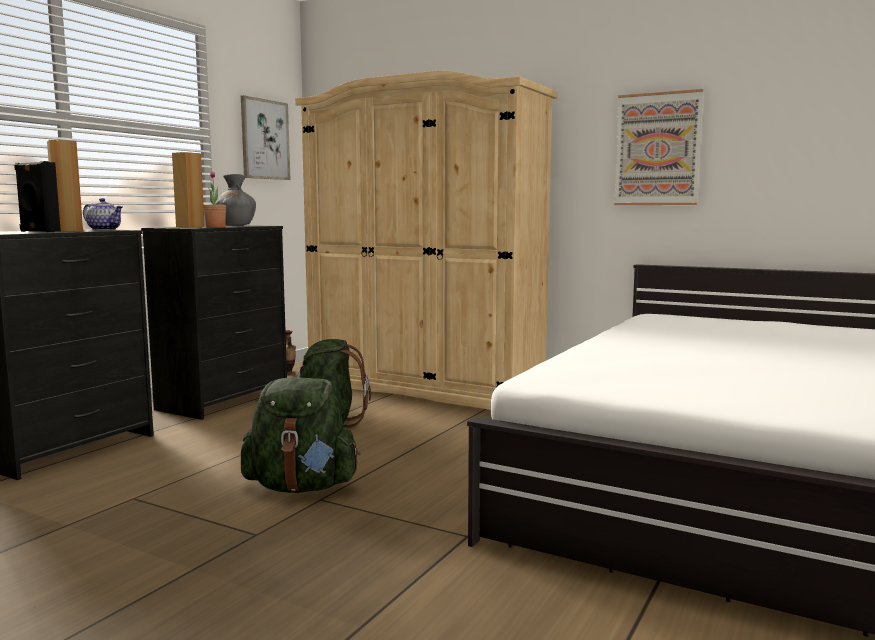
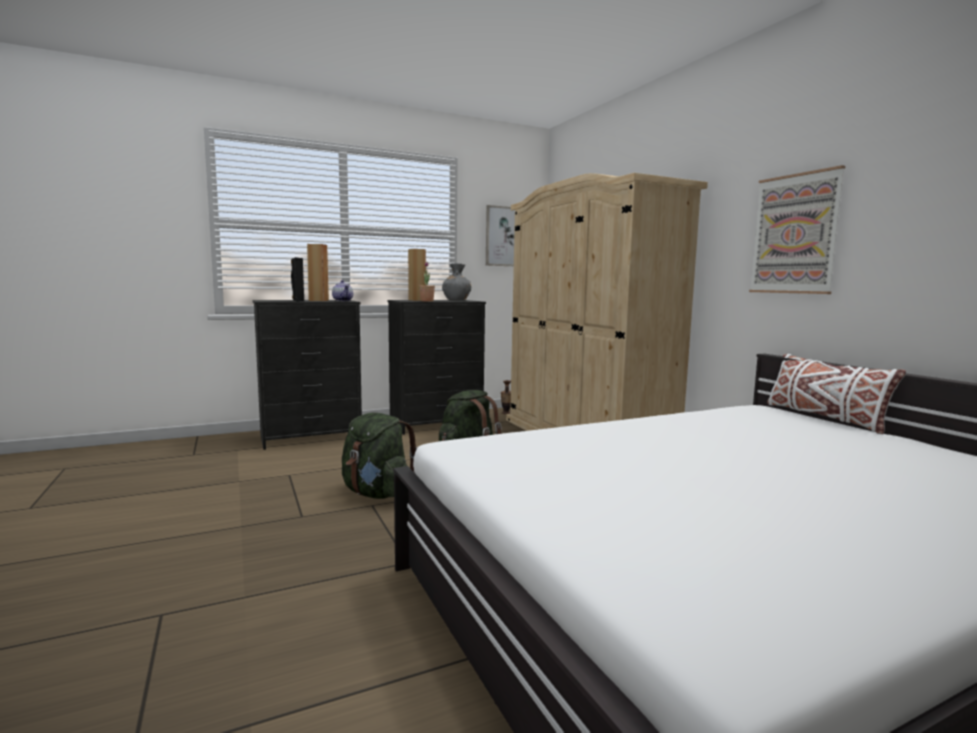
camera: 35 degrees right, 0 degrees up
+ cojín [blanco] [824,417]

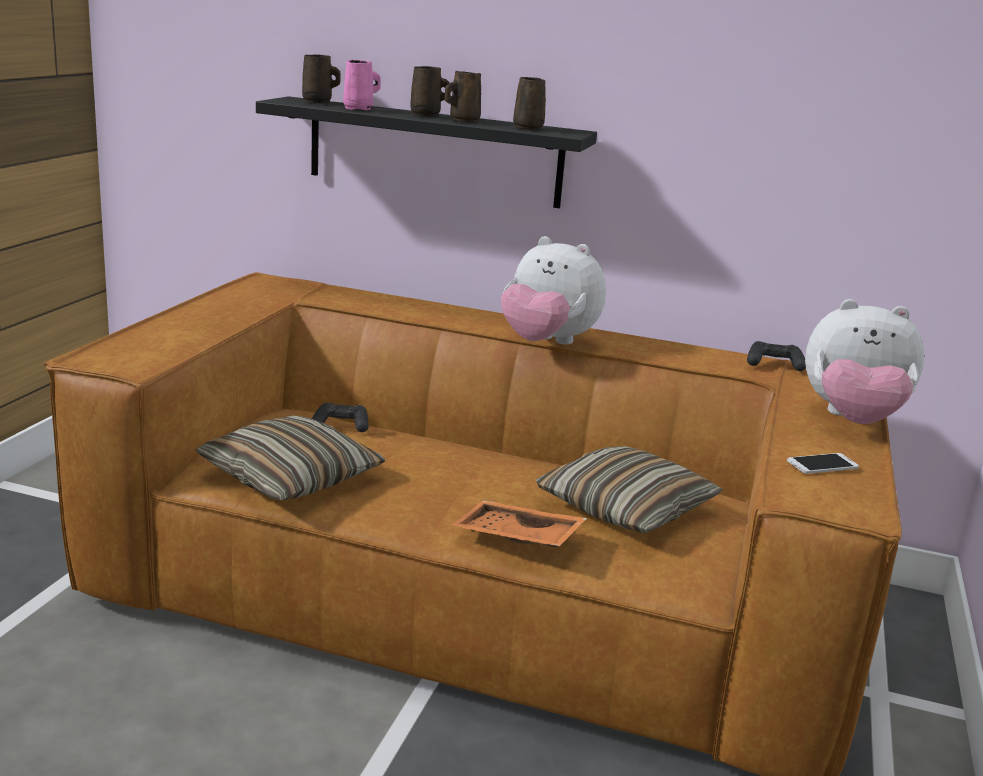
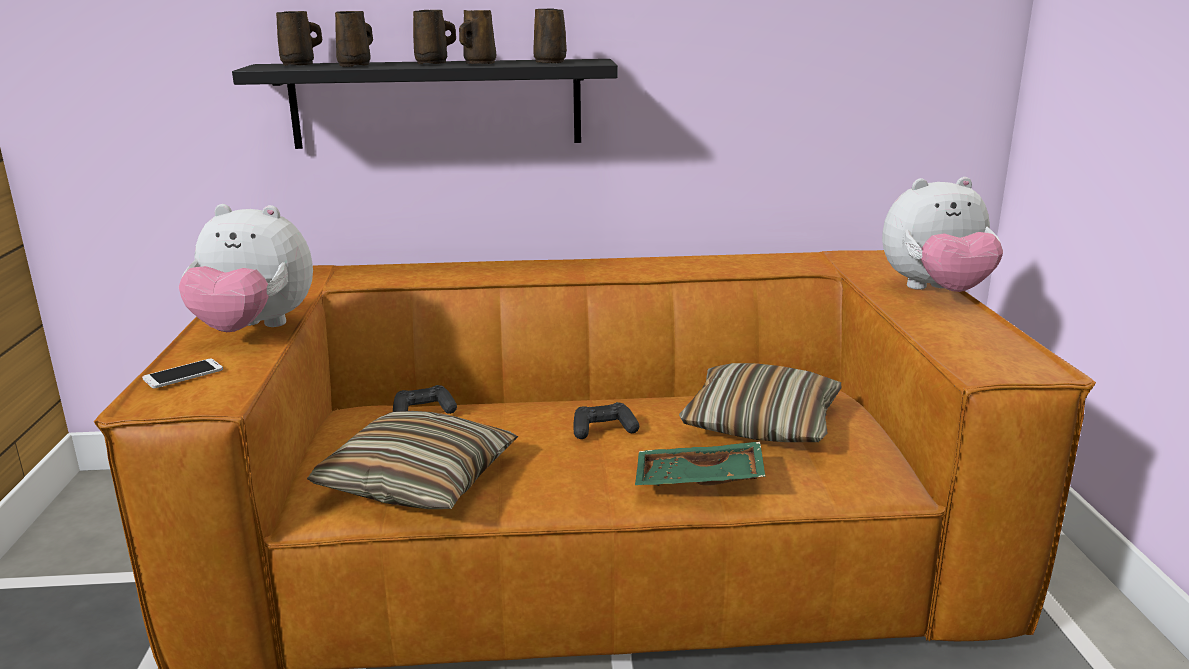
camera: 20 degrees left, 0 degrees up
~ taza grande [rosa] [359,109] to taza grande [marrón] [356,65]
~ peluche [547,343] to [254,329]
~ mando de consola [negro] [774,364] to [603,430]
~ móvil [822,464] to [183,374]
~ bandeja [naranja] [516,539] to bandeja [verde] [698,481]

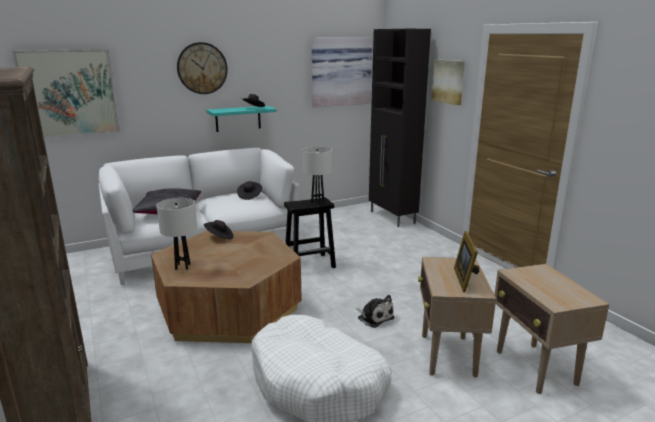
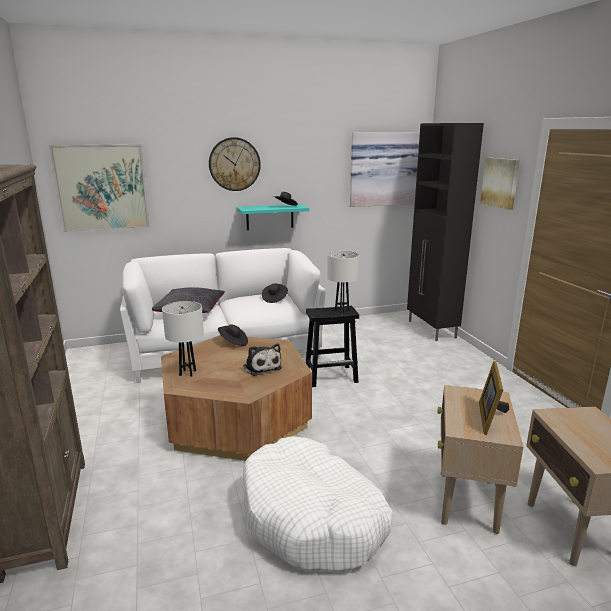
camera: 10 degrees right, 0 degrees up
~ peluche [374,317] to [261,367]

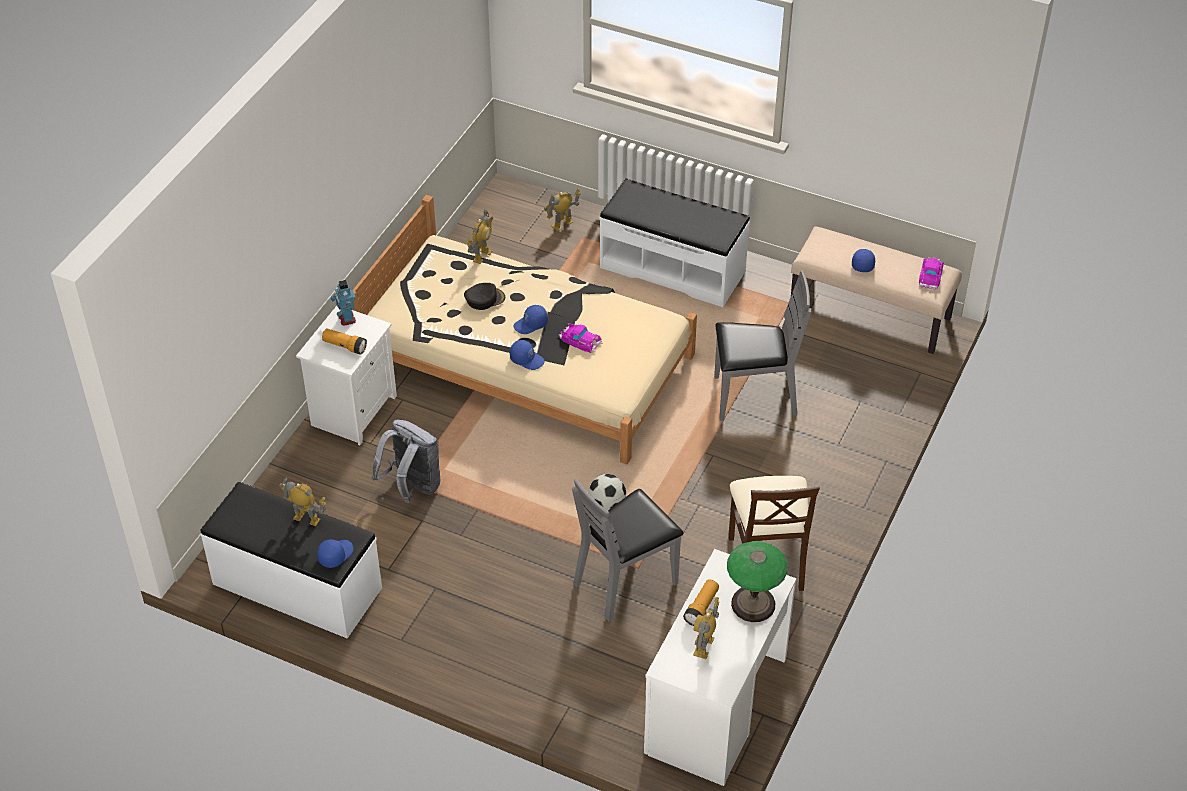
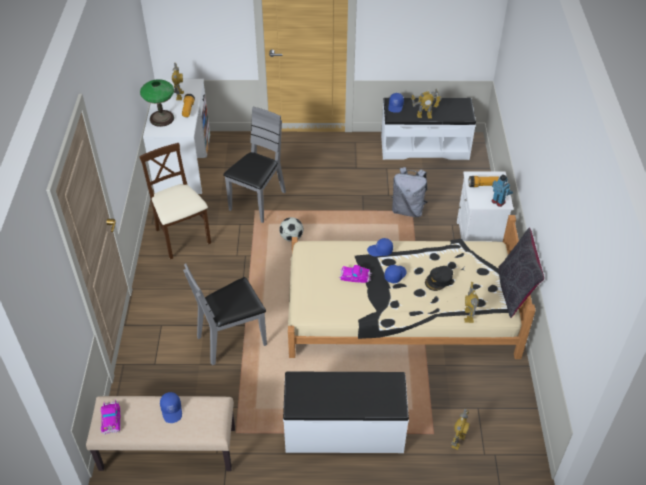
camera: 155 degrees right, 0 degrees up
+ cojín [negro] [514,291]

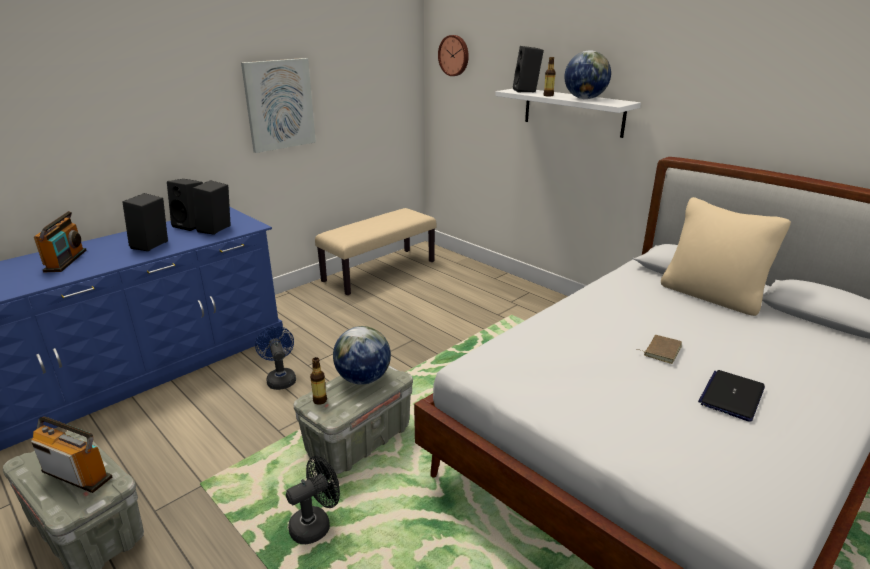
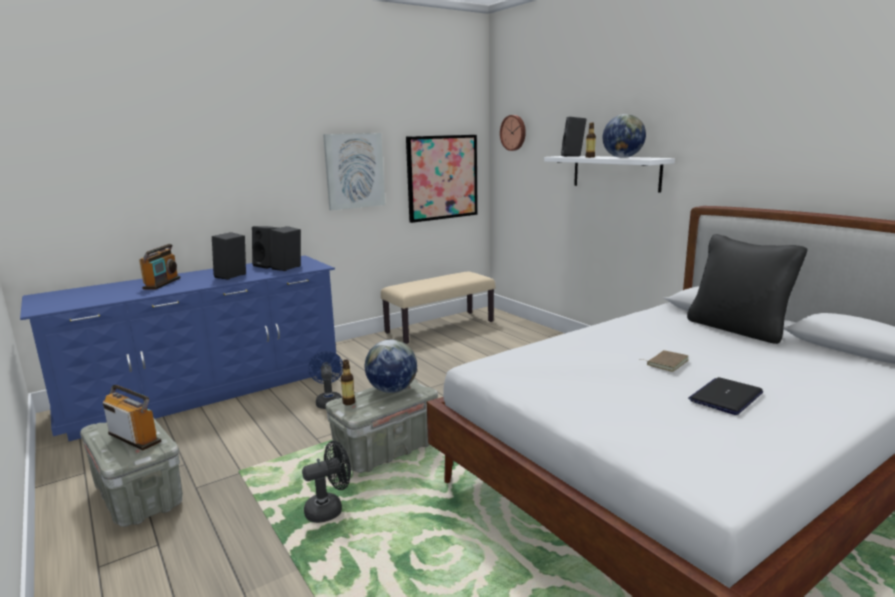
camera: 10 degrees right, 10 degrees down
~ cojín [beis] [711,296] to cojín [negro] [737,329]
+ cuadro [442,177]

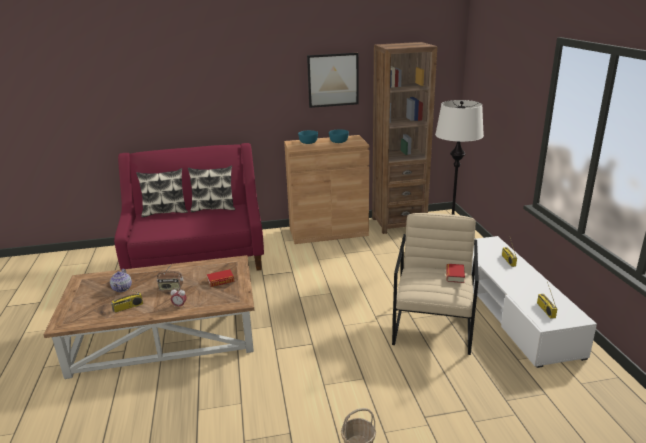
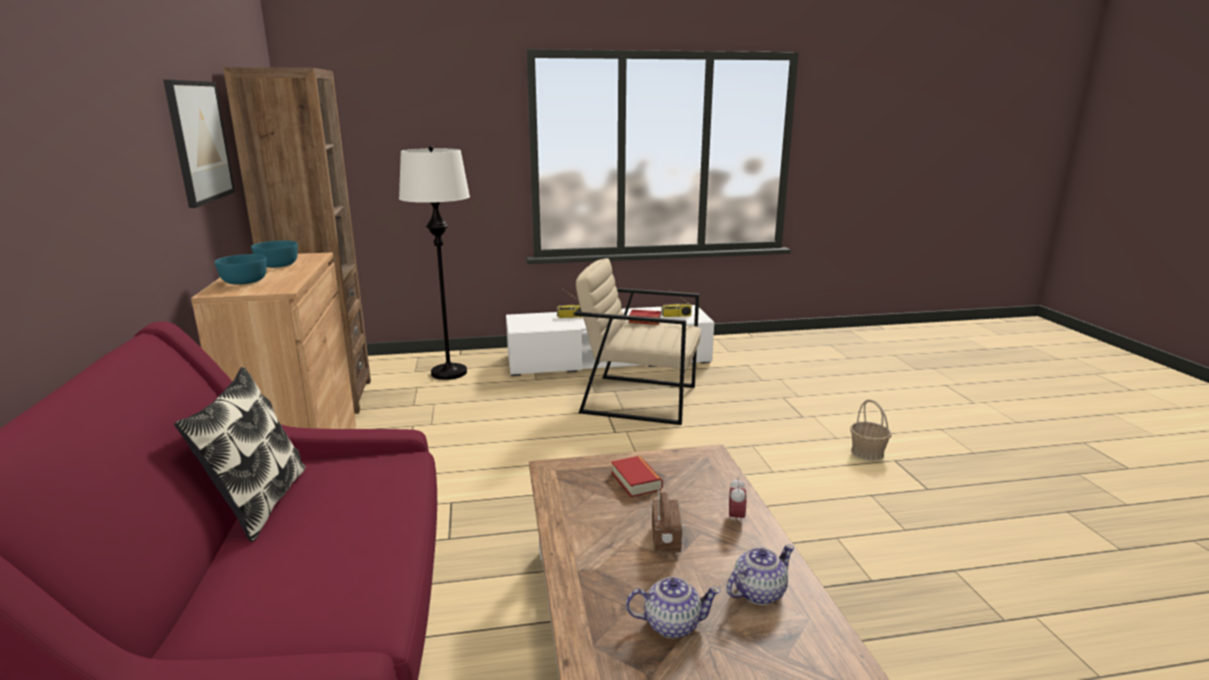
camera: 90 degrees left, 5 degrees down
- cojín [165,212]
~ radio [128,307] to tetera [758,592]

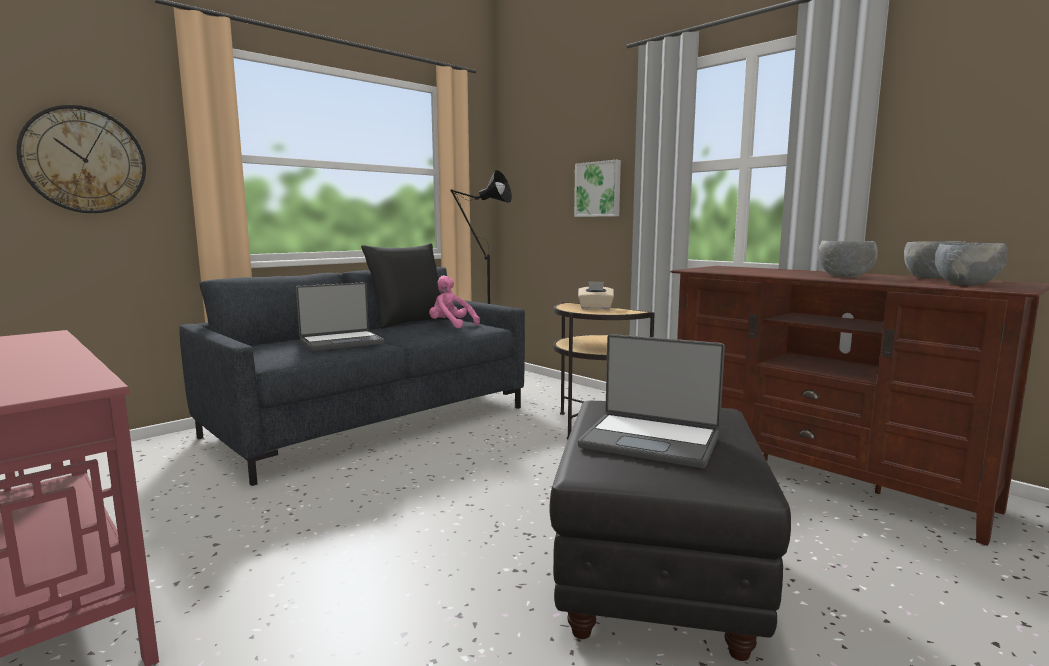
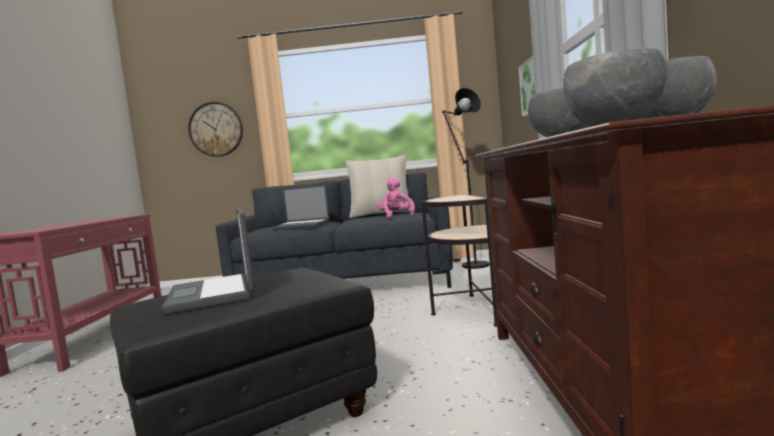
camera: 45 degrees right, 5 degrees down
~ cojín [negro] [409,322] to cojín [beis] [381,214]
- caja de pañuelos [beis] [595,308]

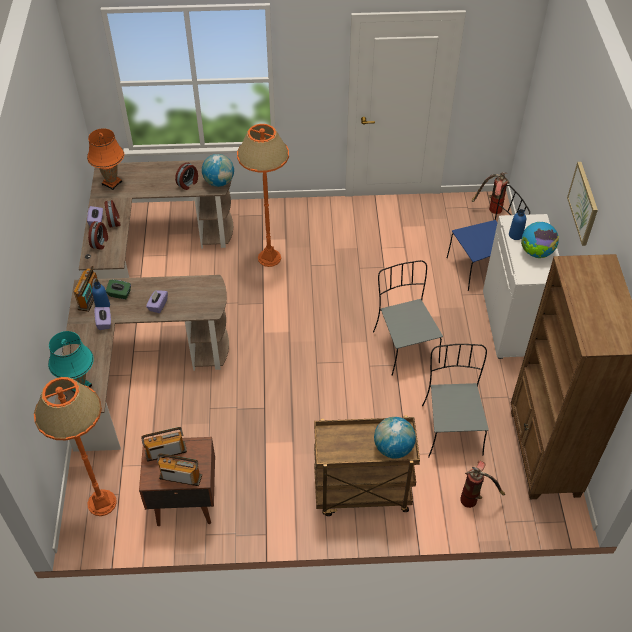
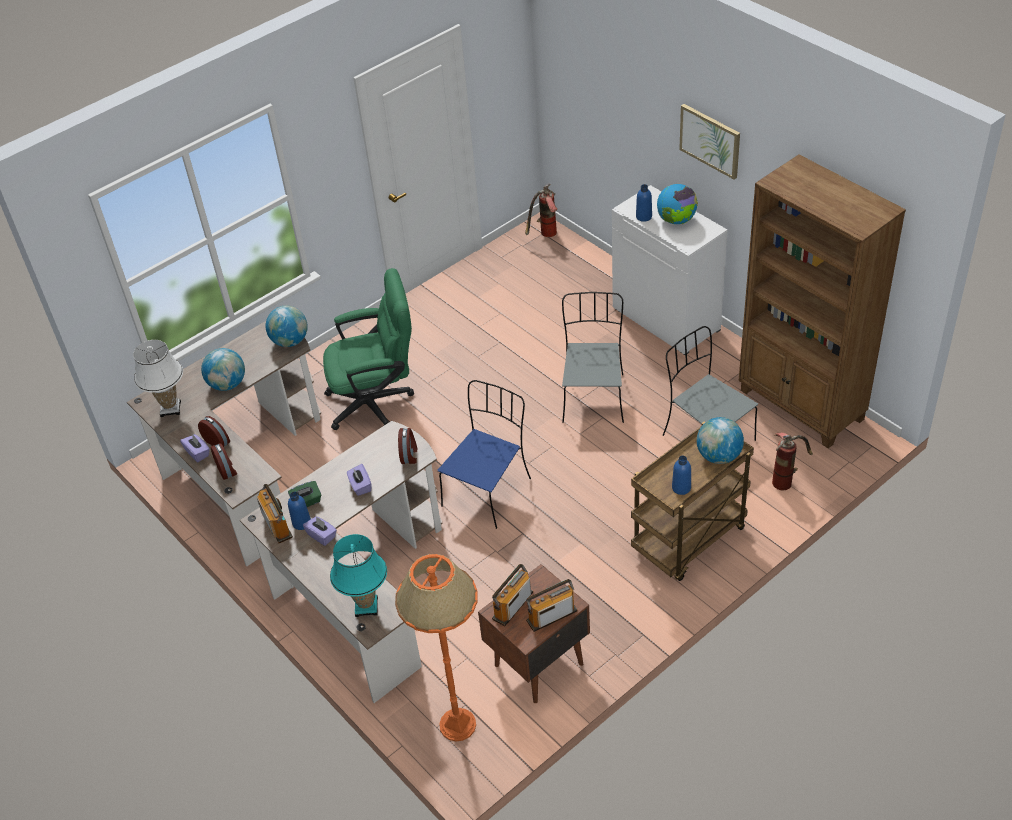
camera: 35 degrees left, 5 degrees down
~ lámpara de pie [naranja] [269,258] to silla de oficina [verde] [377,402]
~ lámpara de mesa [naranja] [112,183] to lámpara de mesa [blanco] [171,409]
~ despertador [188,183] to [409,455]
~ silla [azul] [482,266] to [487,491]
~ silla [gris] [404,346] = [593,396] 60 degrees clockwise
+ globo terráqueo [227,384]
+ botella [azul] [681,488]

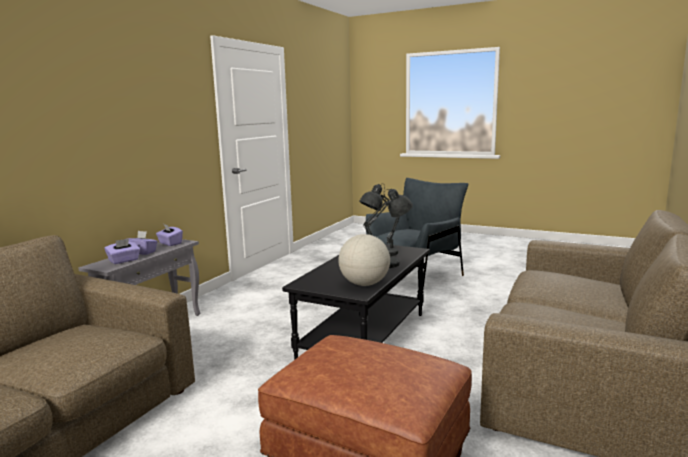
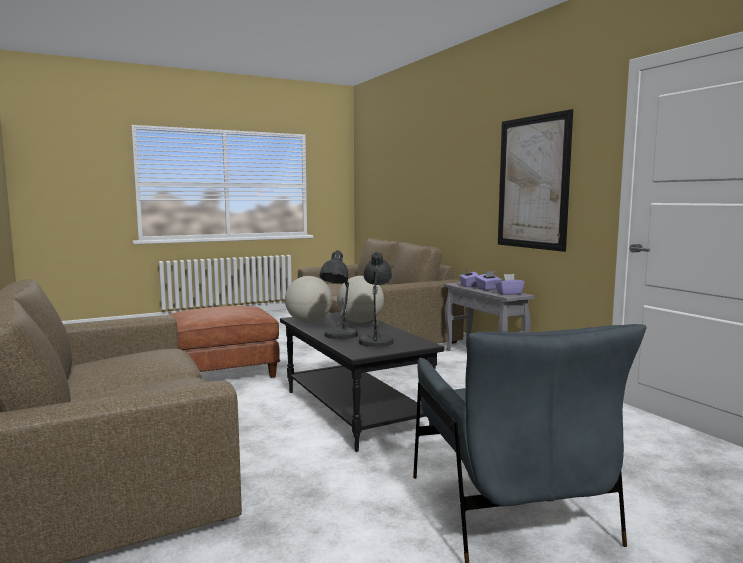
camera: 125 degrees right, 5 degrees down
+ cuadro [532,182]
+ globo terráqueo [360,322]

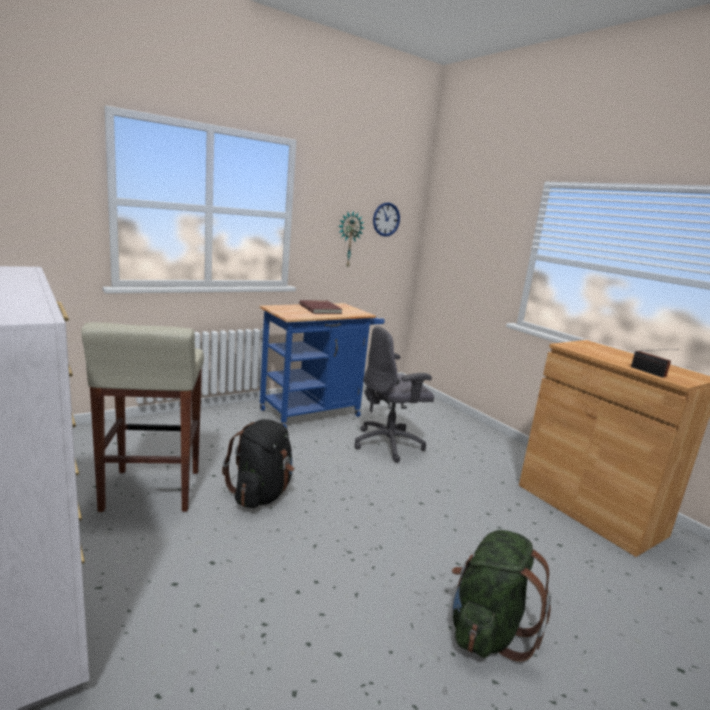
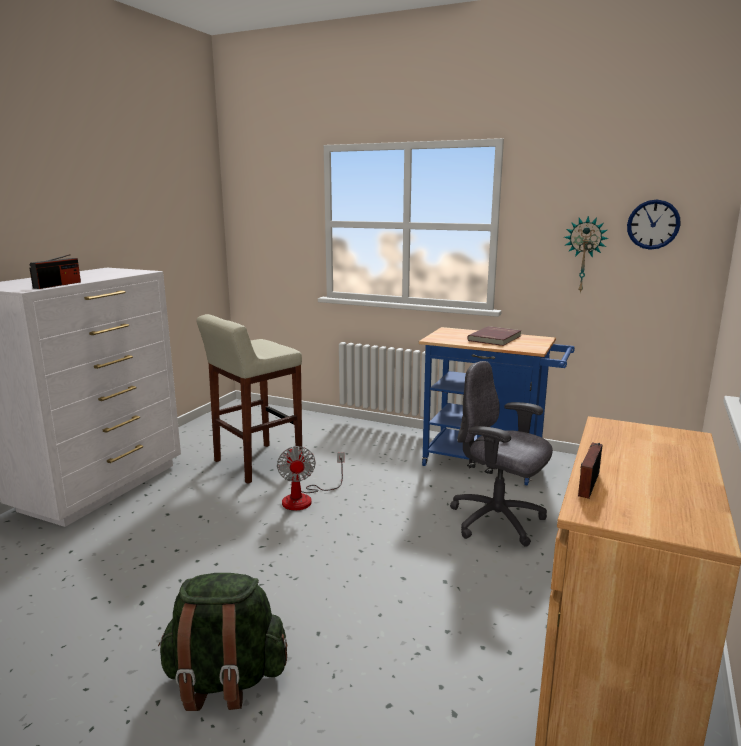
camera: 60 degrees right, 0 degrees up
~ mochila [negro] [261,494] to ventilador [305,498]
+ radio [57,285]

